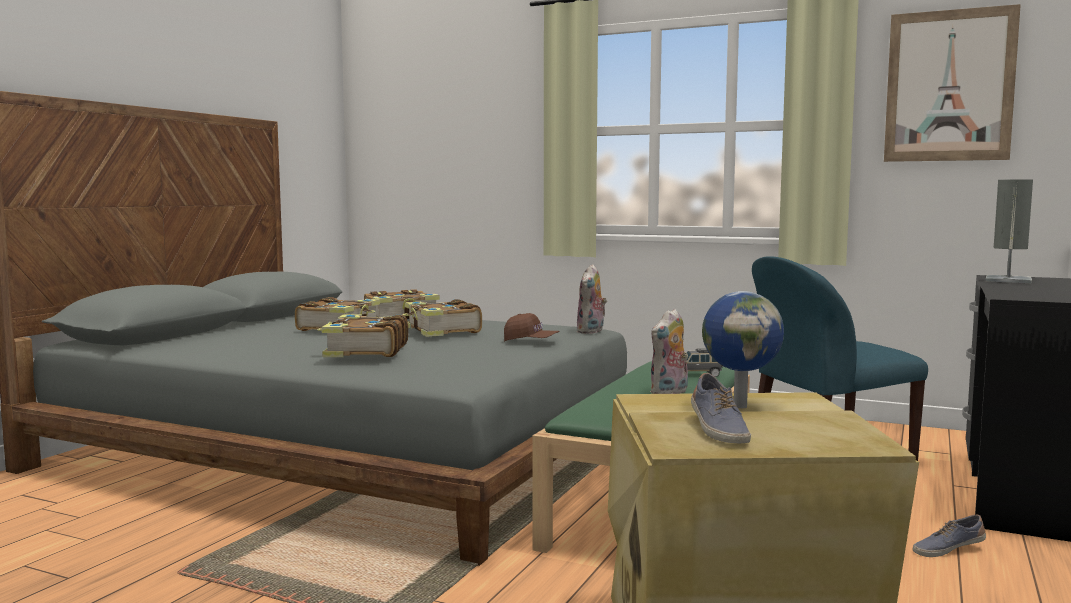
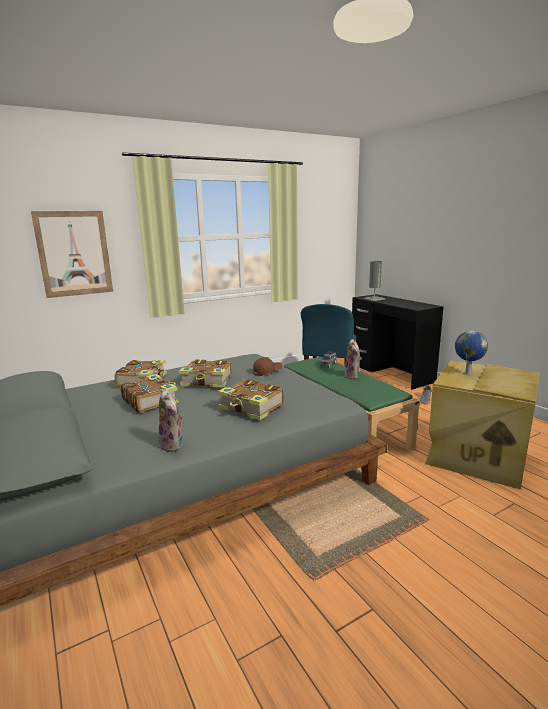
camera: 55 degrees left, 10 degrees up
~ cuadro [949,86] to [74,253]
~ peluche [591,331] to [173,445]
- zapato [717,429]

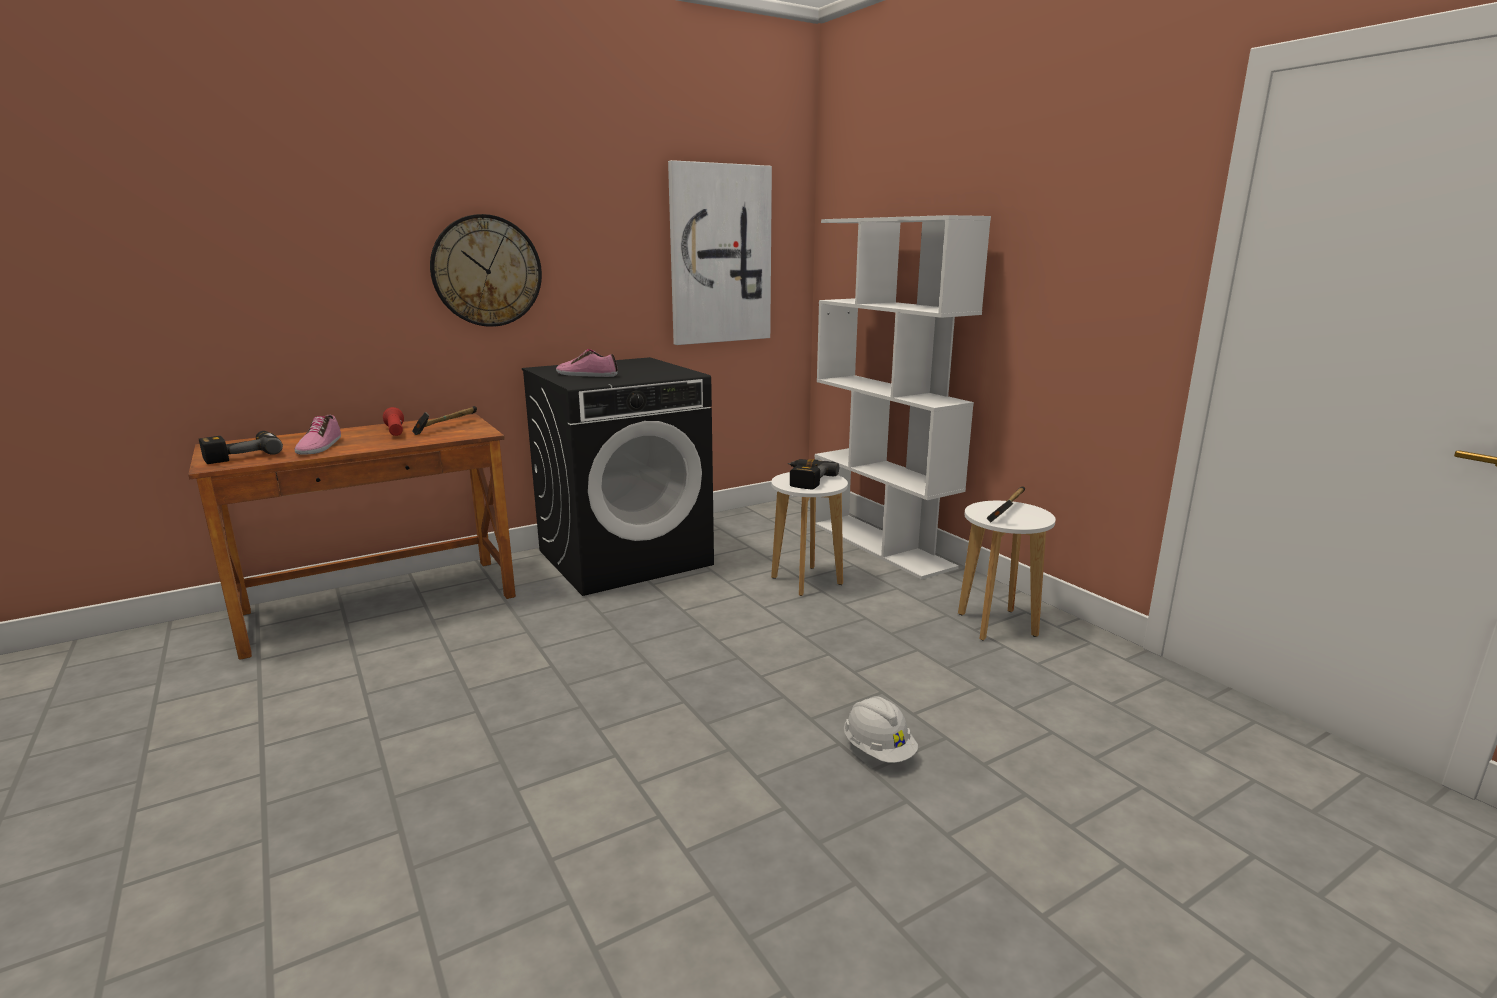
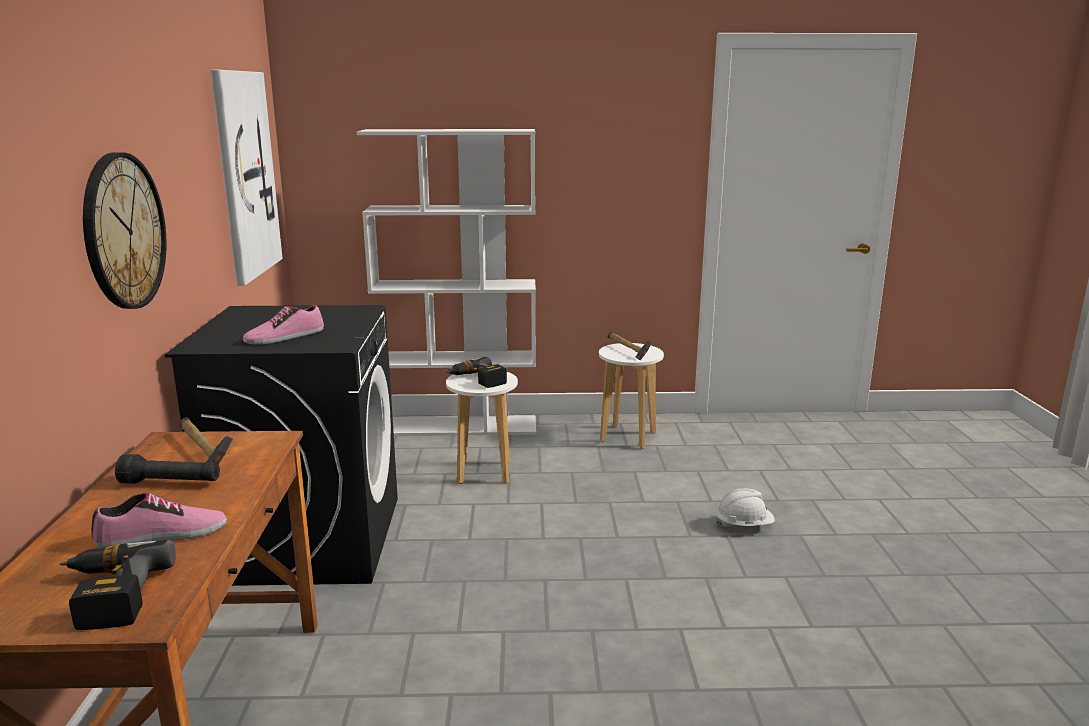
camera: 60 degrees left, 0 degrees up
~ linterna [rojo] [395,432] to linterna [negro] [171,483]
~ zapato [319,446] = [162,536] 45 degrees counterclockwise

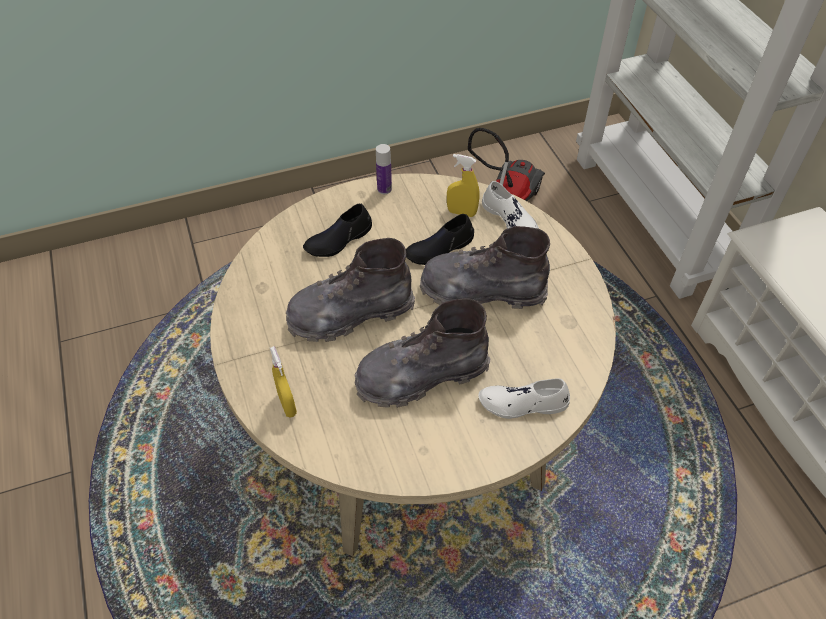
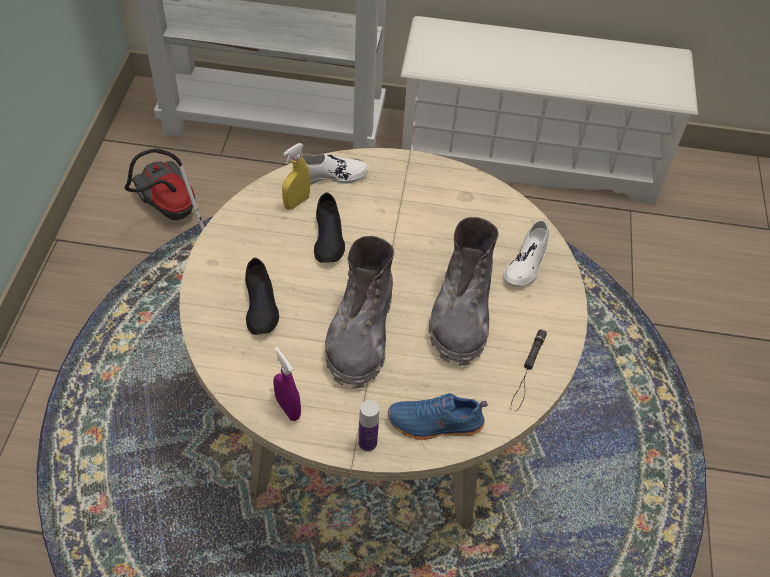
camera: 65 degrees left, 0 degrees up
~ botella [384,189] to [367,443]
- bota [gris] [482,291]
~ pulverizador [amarillo] [287,405] to zapato [azul] [435,424]
+ linterna [negro] [527,372]
+ pulverizador [morado] [288,408]

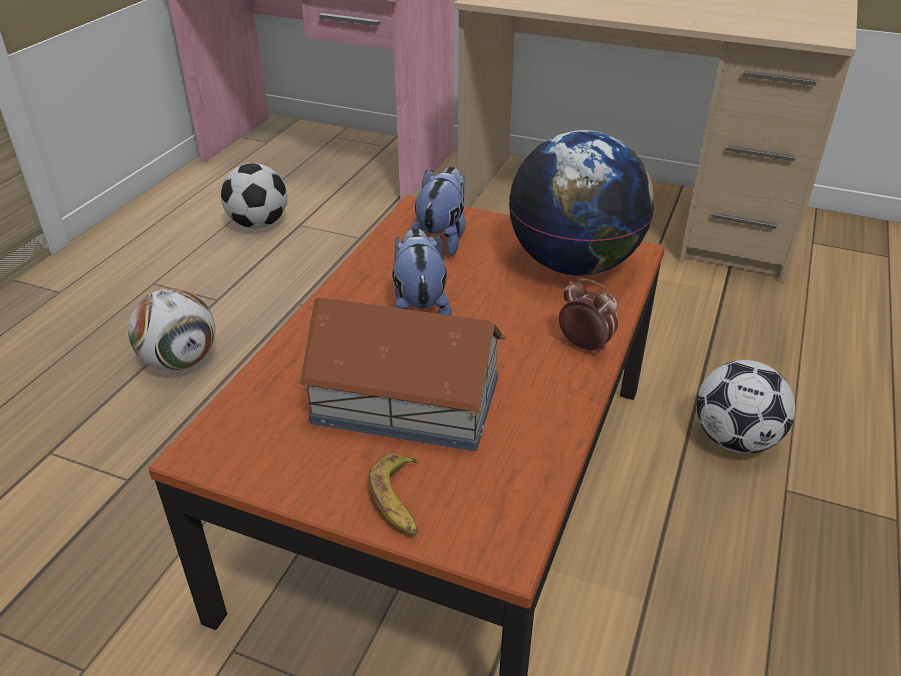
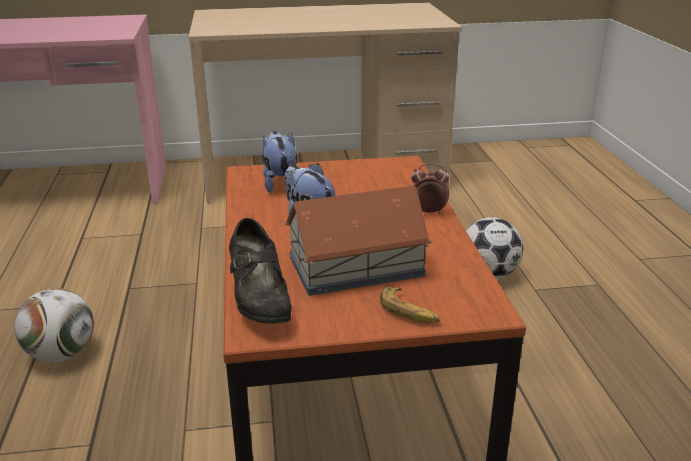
camera: 30 degrees left, 10 degrees down
- globo terráqueo [574,264]
- balón de fútbol [259,224]
+ zapato [negro] [259,302]

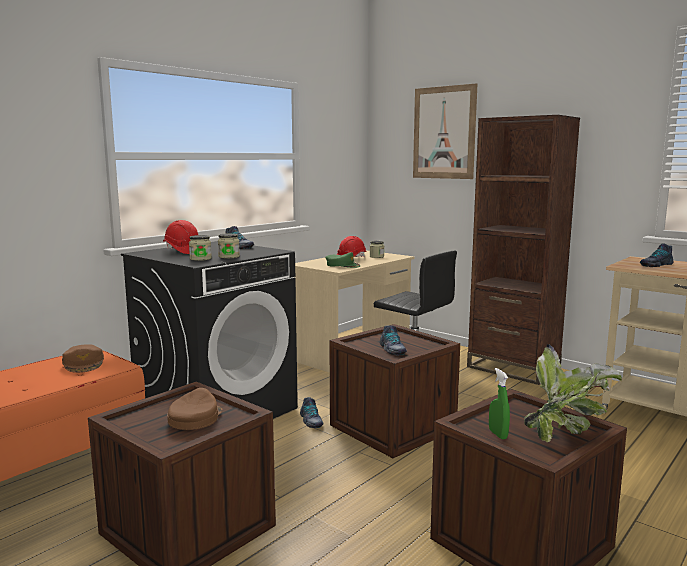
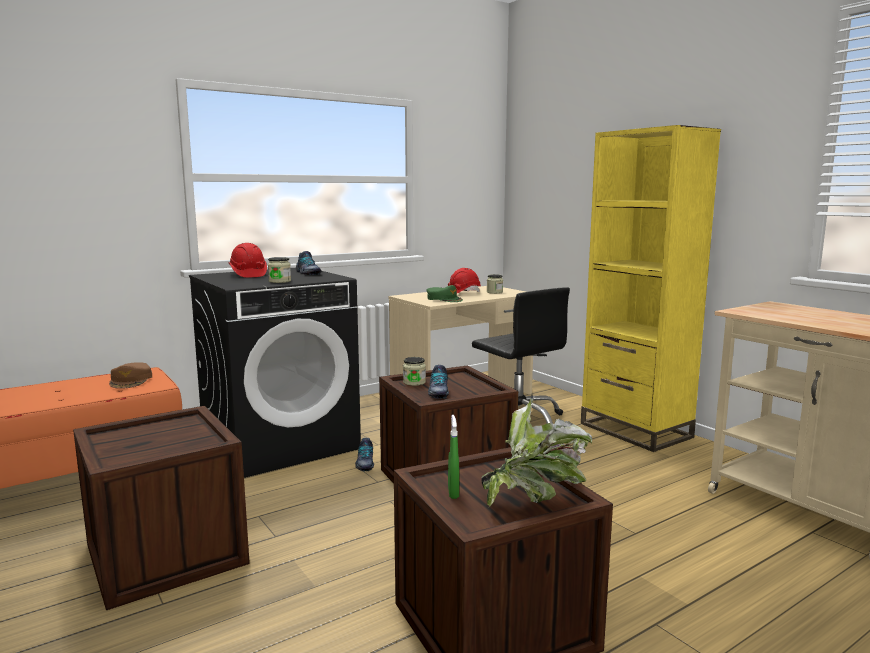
camera: 15 degrees right, 0 degrees up
- cuadro [444,133]
~ estantería [marrón] [513,368] to estantería [amarillo] [635,430]
~ tarro [200,259] to [414,382]
- zapato [655,265]
- gorra [marrón] [195,418]

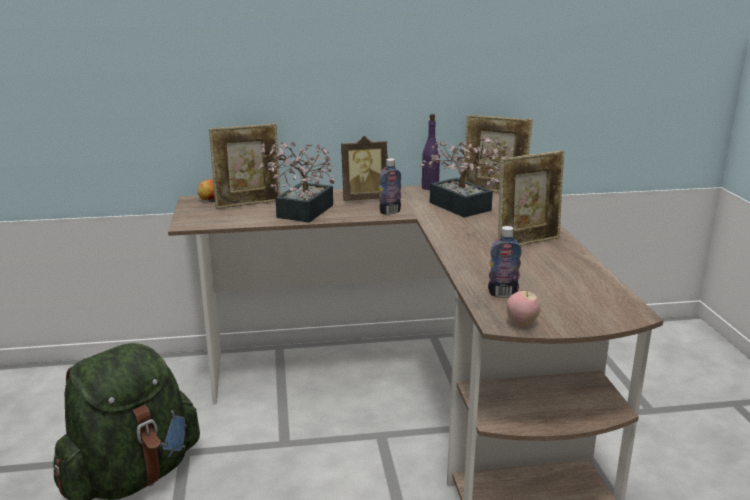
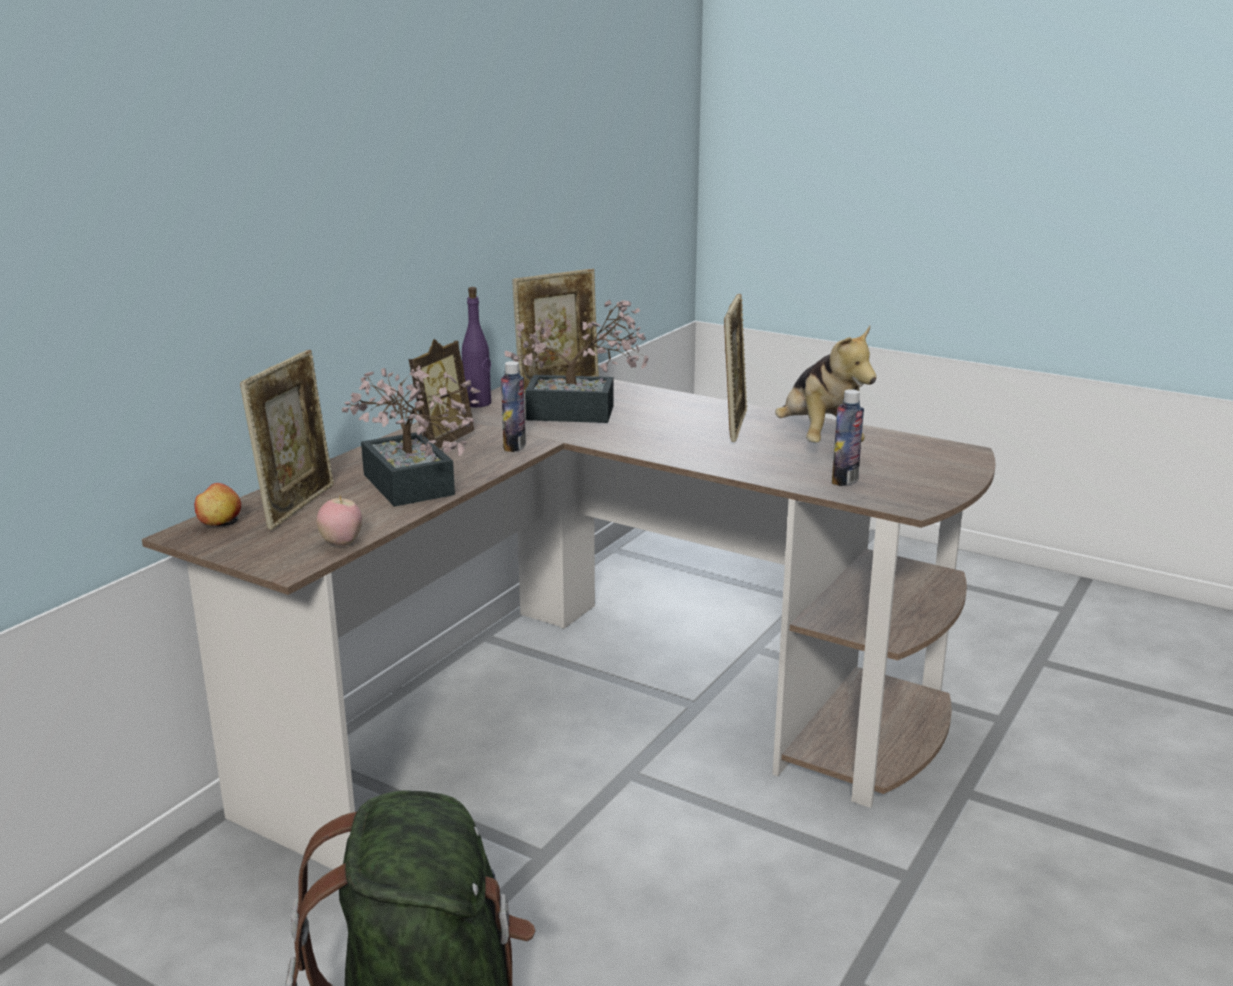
camera: 50 degrees left, 0 degrees up
~ manzana [521,323] to [341,543]
+ peluche [818,440]

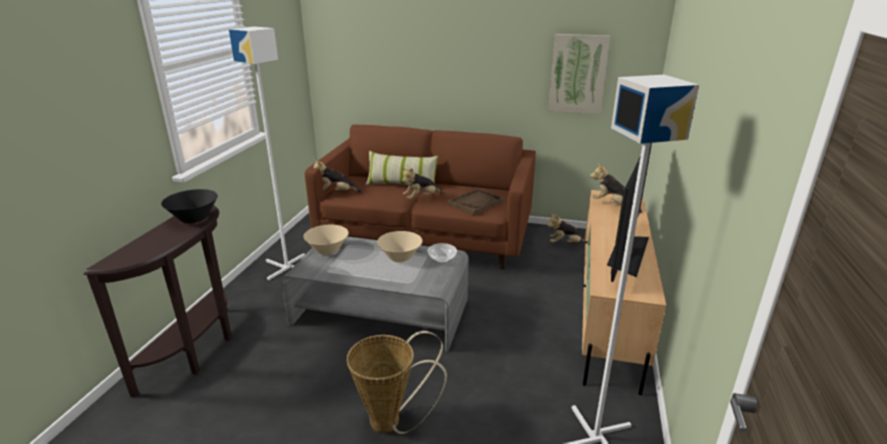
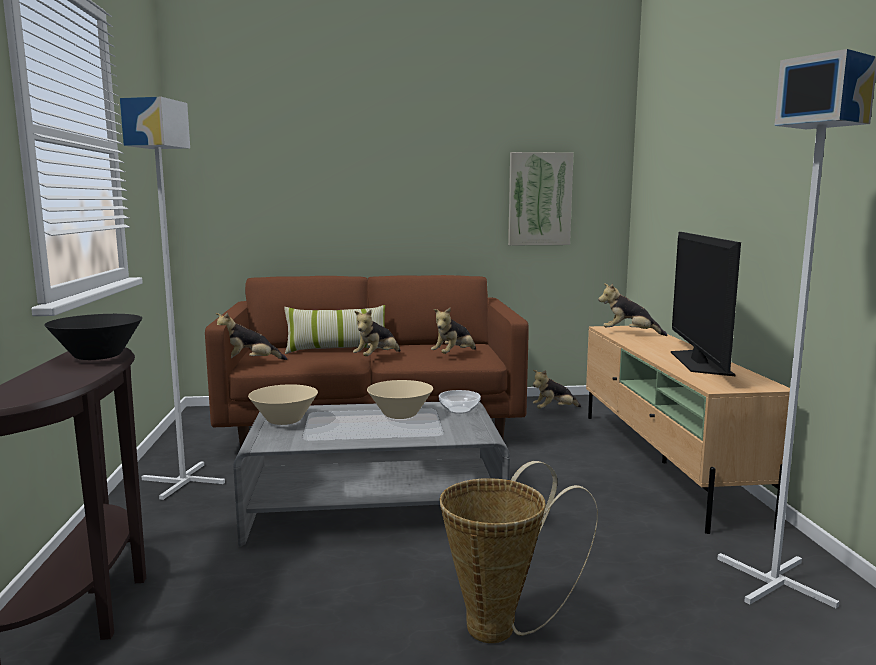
camera: 20 degrees left, 15 degrees down
~ bandeja [marrón] [475,203] to peluche [454,355]

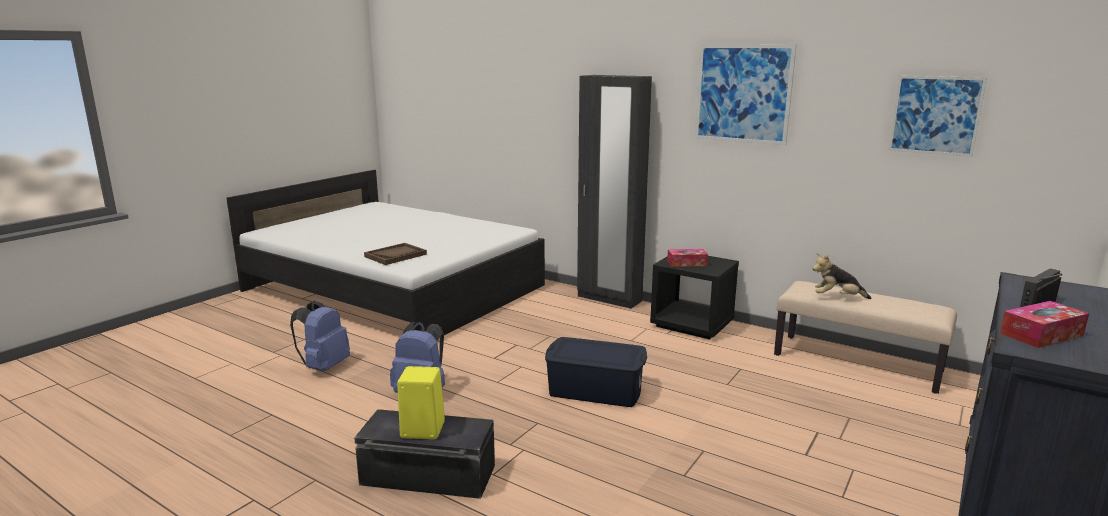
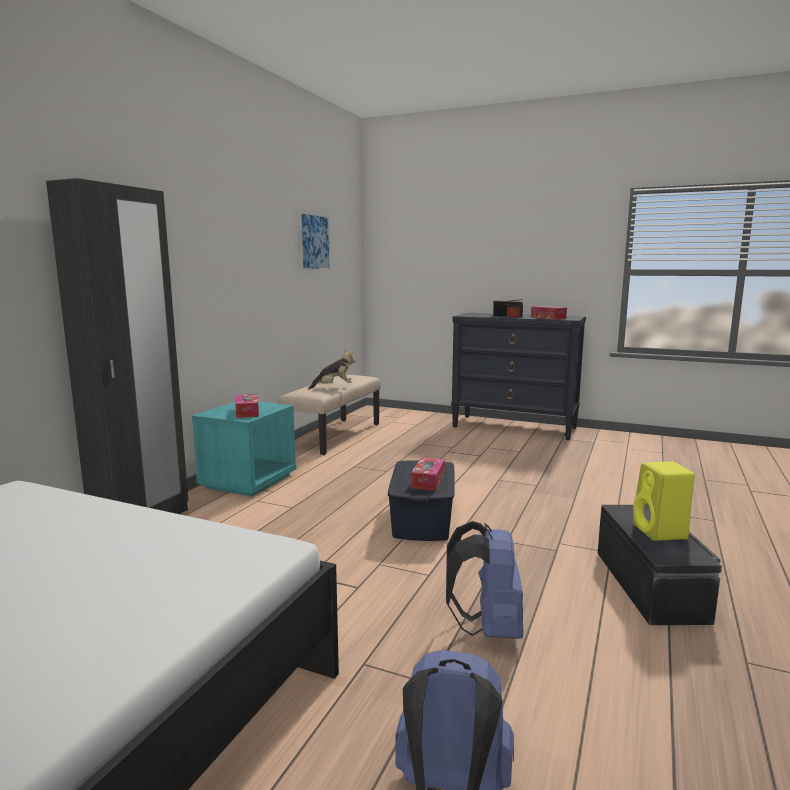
camera: 100 degrees left, 5 degrees down
- cuadro [743,93]
- bandeja [marrón] [395,255]
~ peluche [837,297] = [334,387] 105 degrees counterclockwise
~ mesita de noche [negro] [692,324] to mesita de noche [turquesa] [248,481]
+ caja de pañuelos [428,481]

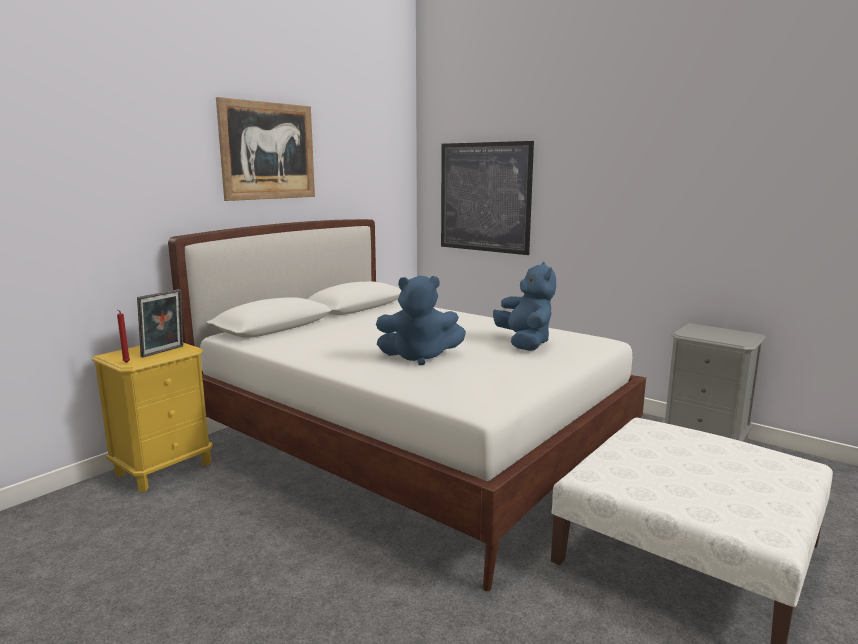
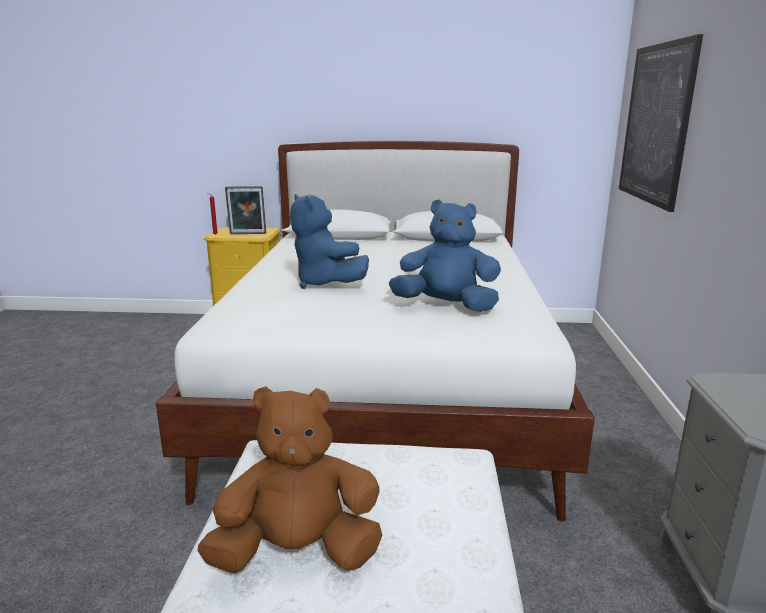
camera: 55 degrees right, 5 degrees up
- cuadro [268,151]
~ peluche [azul] [525,343] = [446,306] 120 degrees counterclockwise
+ peluche [marrón] [298,553]

